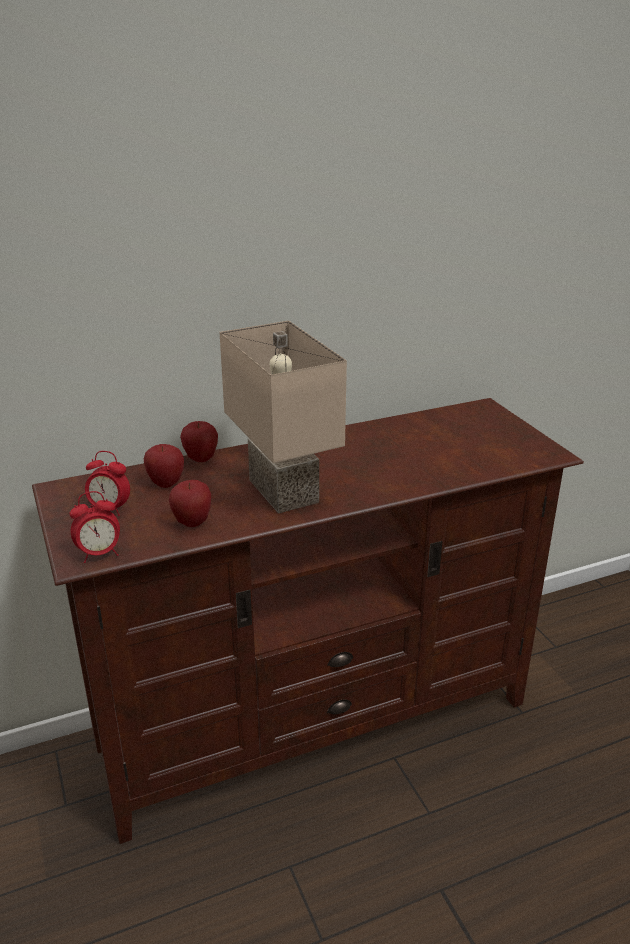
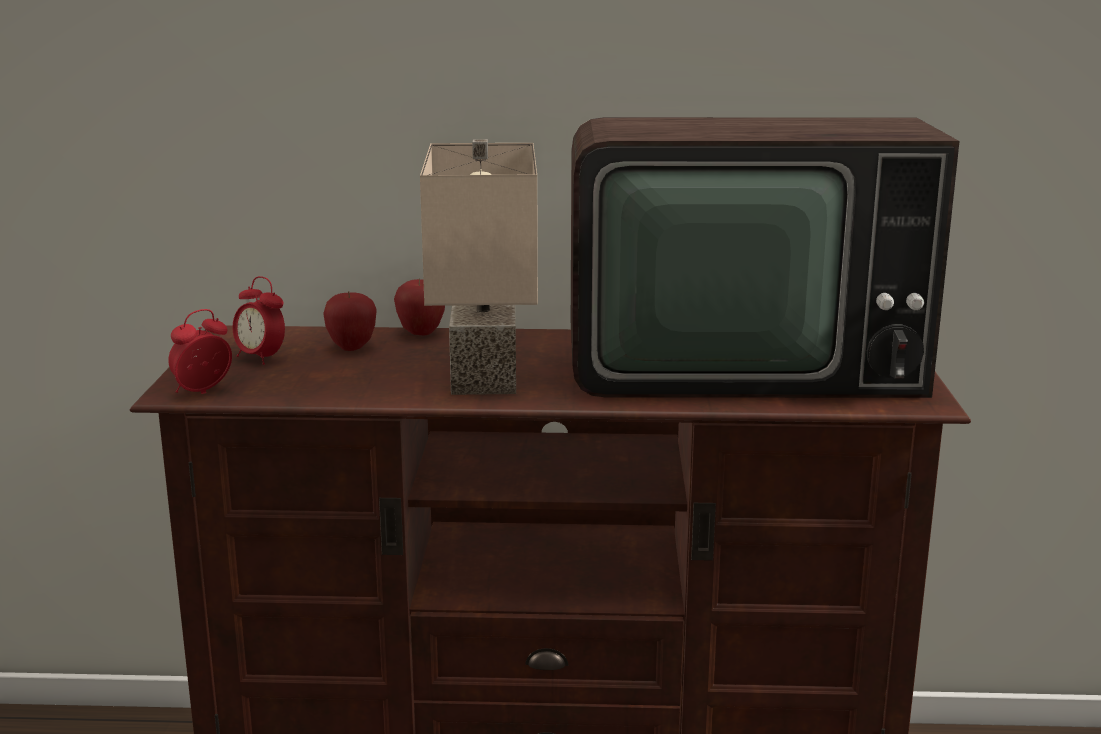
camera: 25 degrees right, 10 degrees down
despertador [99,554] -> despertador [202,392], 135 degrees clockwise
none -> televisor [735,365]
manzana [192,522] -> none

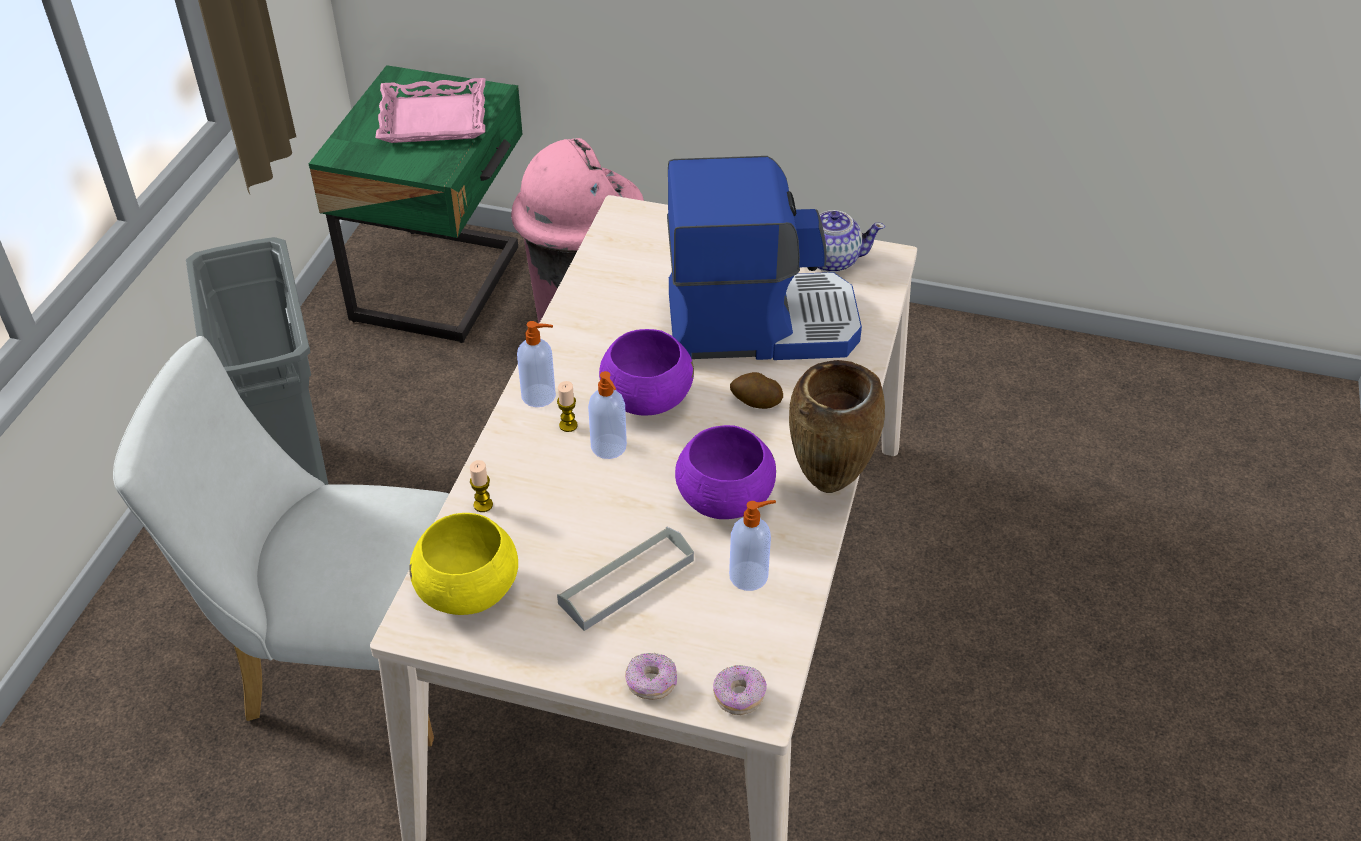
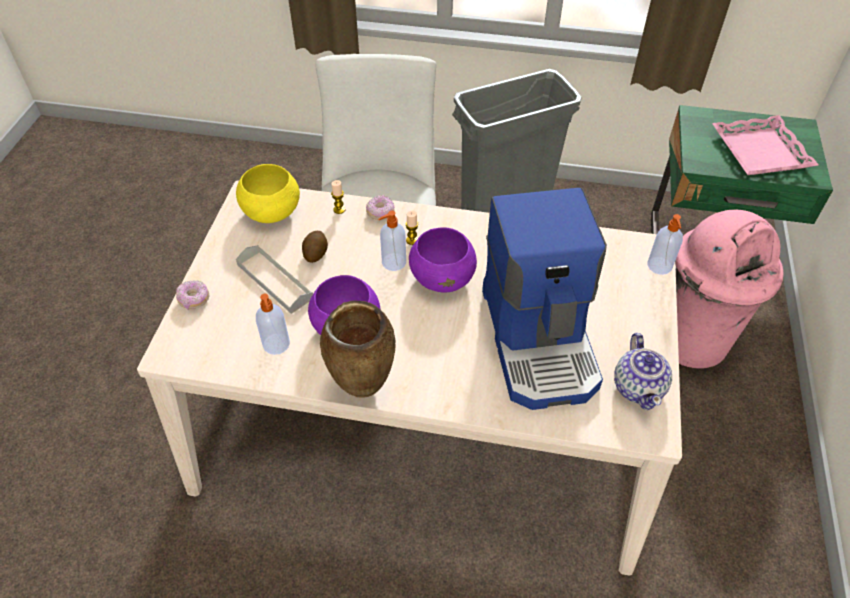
camera: 85 degrees right, 5 degrees up
patata [755,402] -> patata [315,253], shifted
rosquilla [739,696] -> rosquilla [380,213], shifted
dispensador de jabón [540,396] -> dispensador de jabón [659,266], shifted

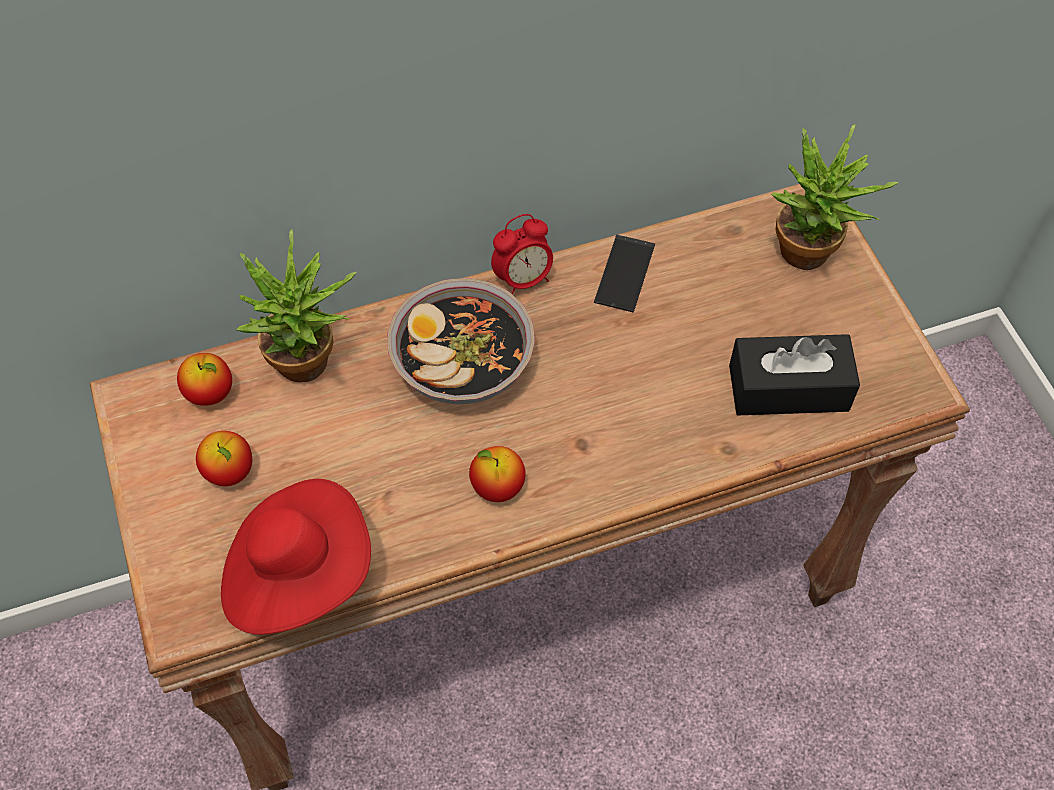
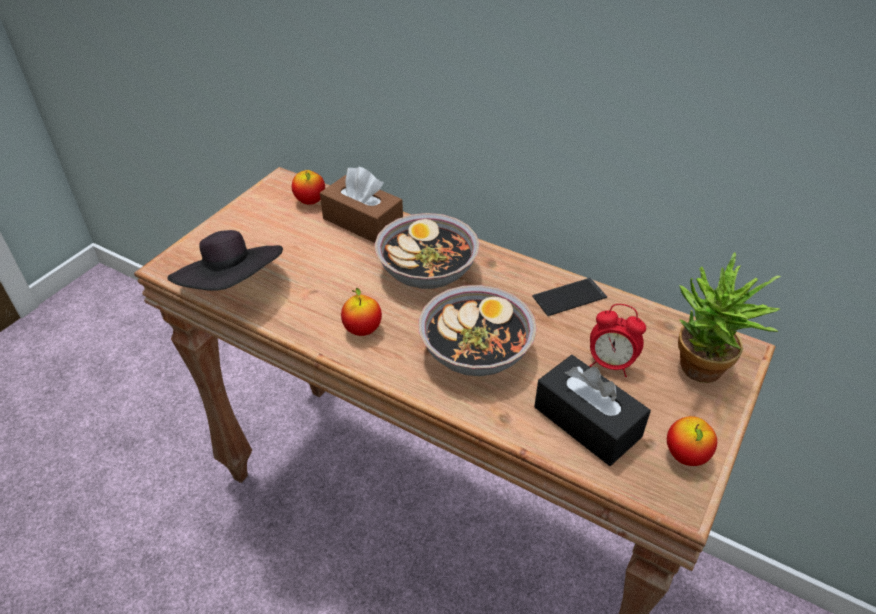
camera: 50 degrees right, 15 degrees down
sombrero/rojo [298,573] -> sombrero/negro [234,287]
planta en maceta [311,367] -> caja de pañuelos/marrón [363,222]
none -> cuenco [475,351]
despertador [523,280] -> despertador [610,364], shifted
manzana [230,472] -> manzana [685,456], shifted

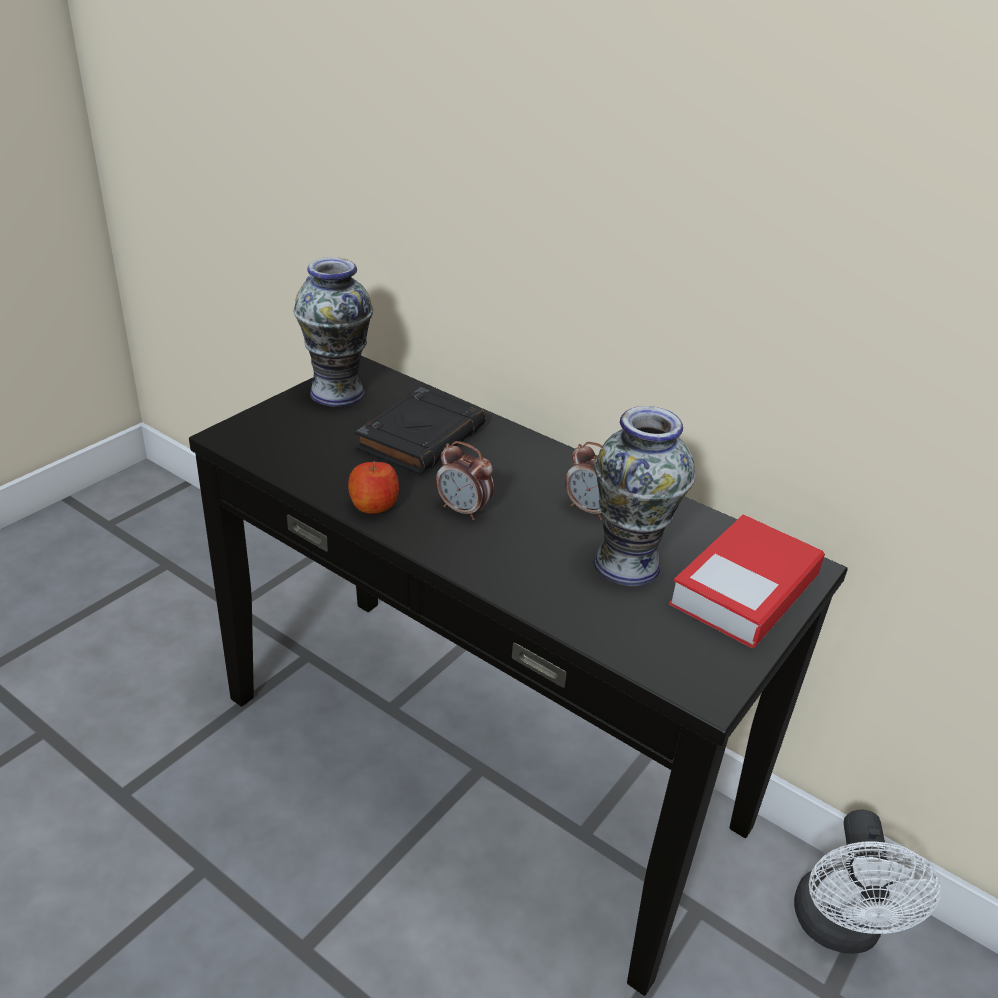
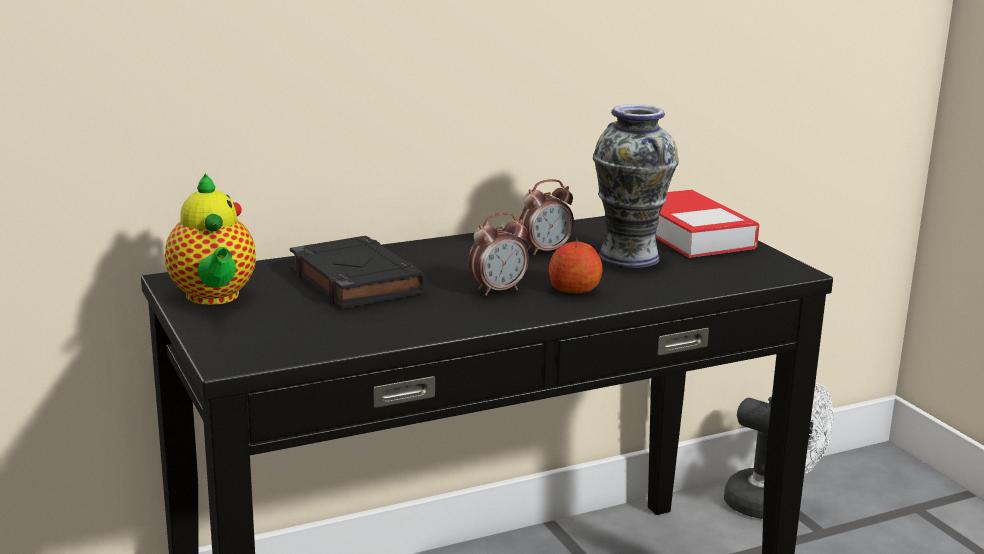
camera: 60 degrees left, 15 degrees down
florero [338,393] -> tetera [214,297]
manzana [373,505] -> manzana [574,289], shifted

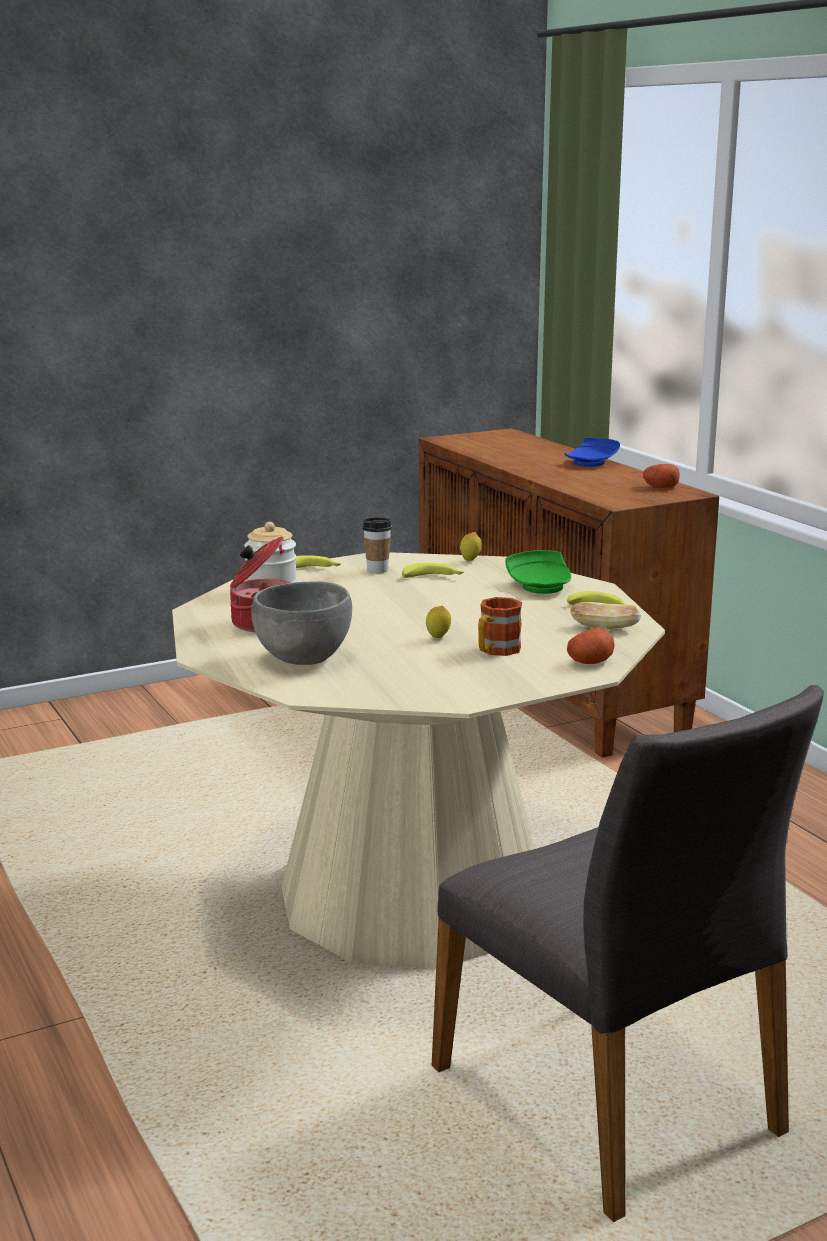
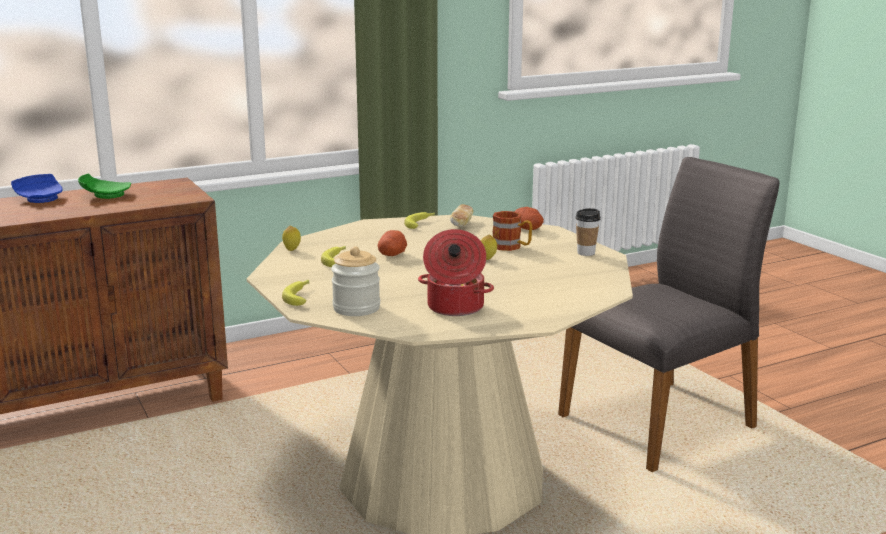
camera: 90 degrees left, 0 degrees up
plato/verde [541,586] -> plato/verde [105,195], shifted
patata [660,487] -> patata [392,255], shifted
taza [377,570] -> taza [586,253], shifted
cuenco/gris [303,658] -> none

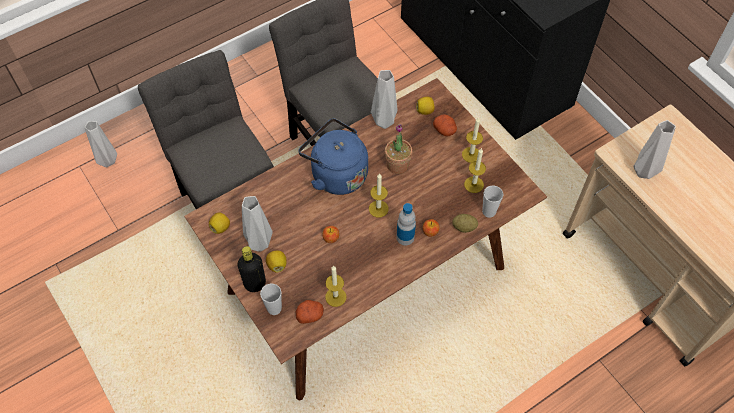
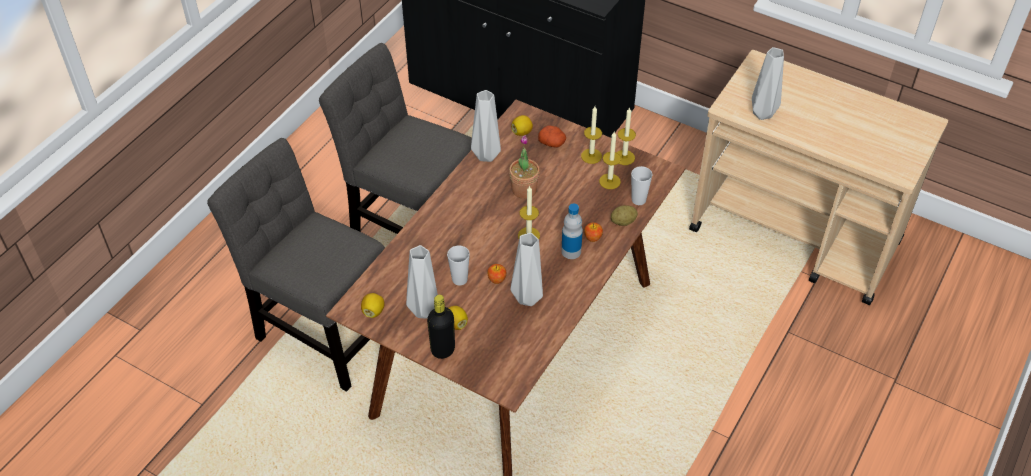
camera: 25 degrees left, 10 degrees down
taza [274,308] -> taza [459,279], shifted
florero/gris [107,161] -> florero/gris [526,298], shifted
vela [335,297] -> vela [624,157], shifted
patata [310,314] -> none
hervidor/azul [336,174] -> none

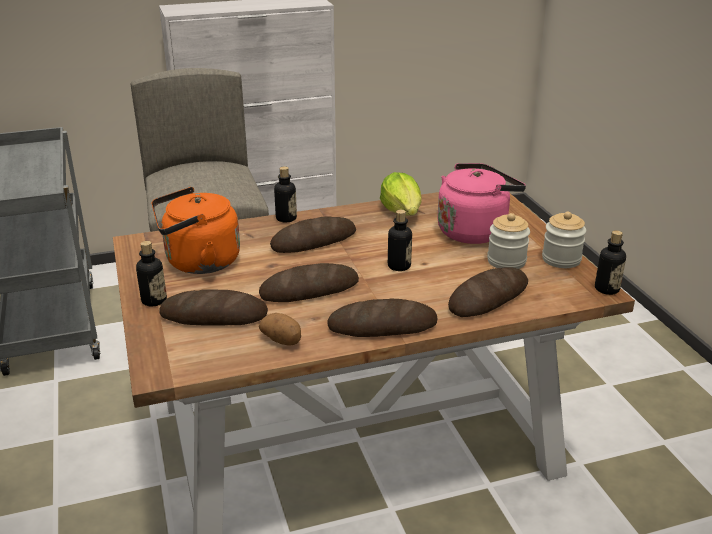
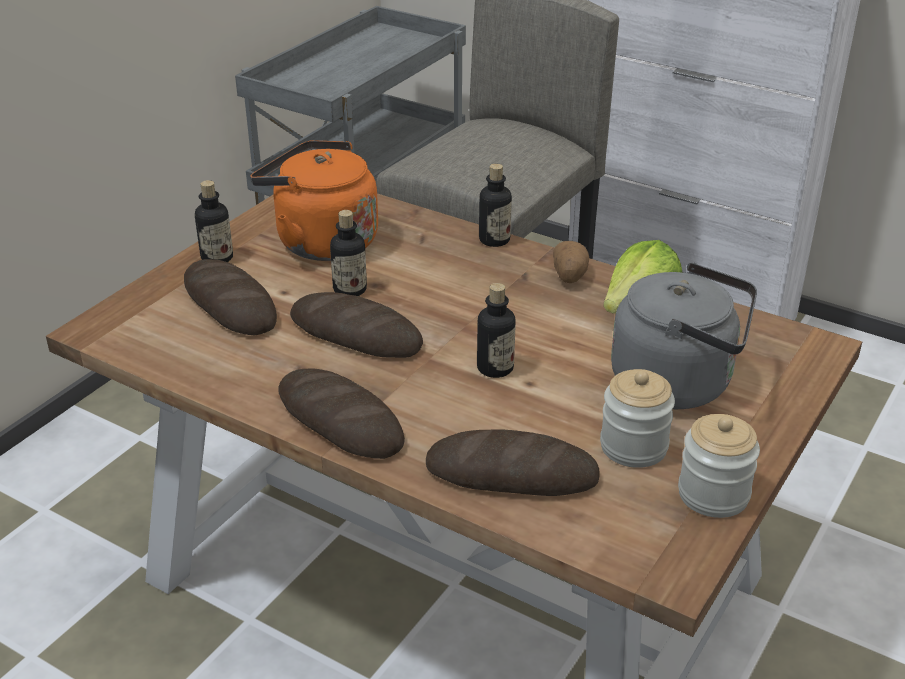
camera: 50 degrees right, 5 degrees up
botella [607,289] -> botella [350,290], shifted
patata [282,340] -> patata [569,276], shifted
hervidor/rosa [474,231] -> hervidor/gris [679,383]
pan [314,241] -> none

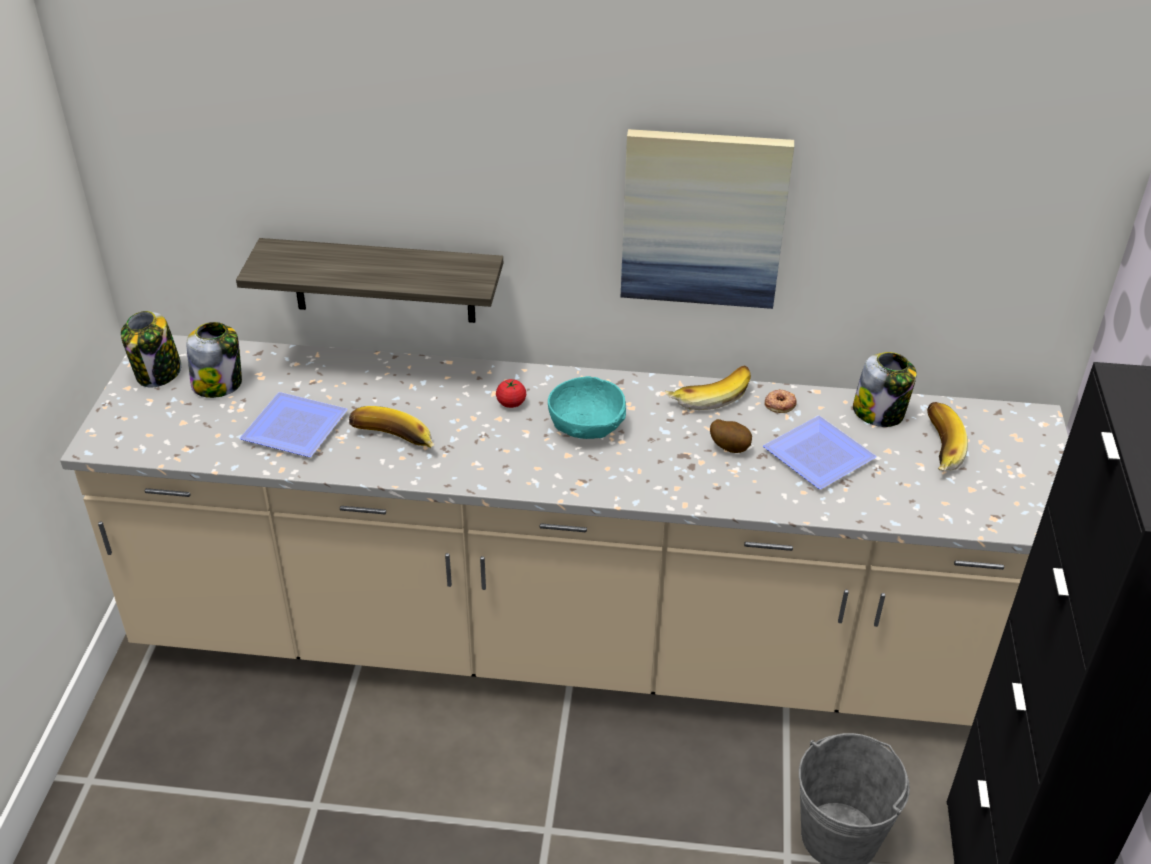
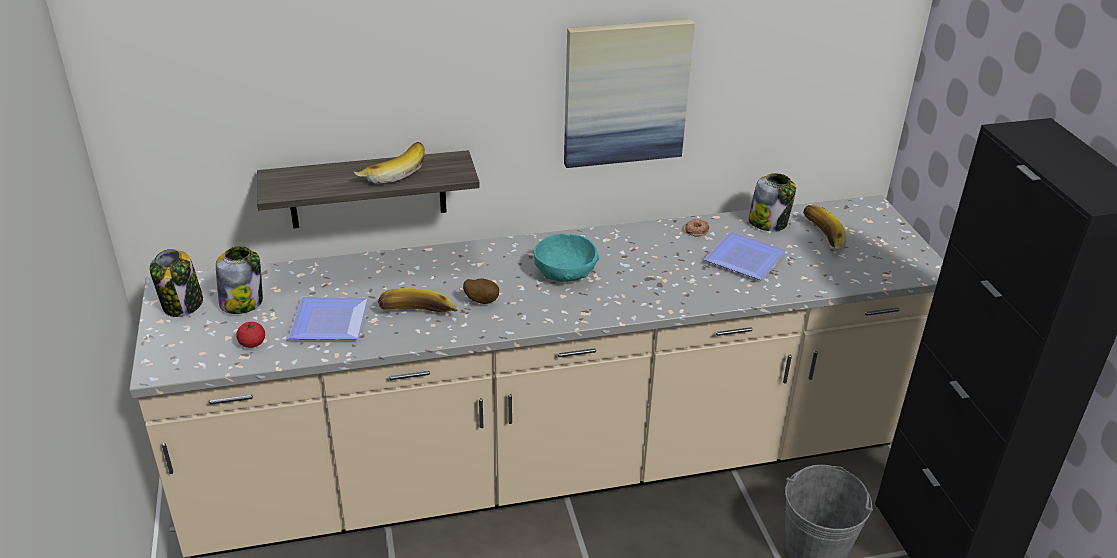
camera: 20 degrees left, 5 degrees down
tomate [511,403] -> tomate [252,343], shifted
plátano [708,395] -> plátano [392,172], shifted
patata [730,447] -> patata [482,301], shifted

